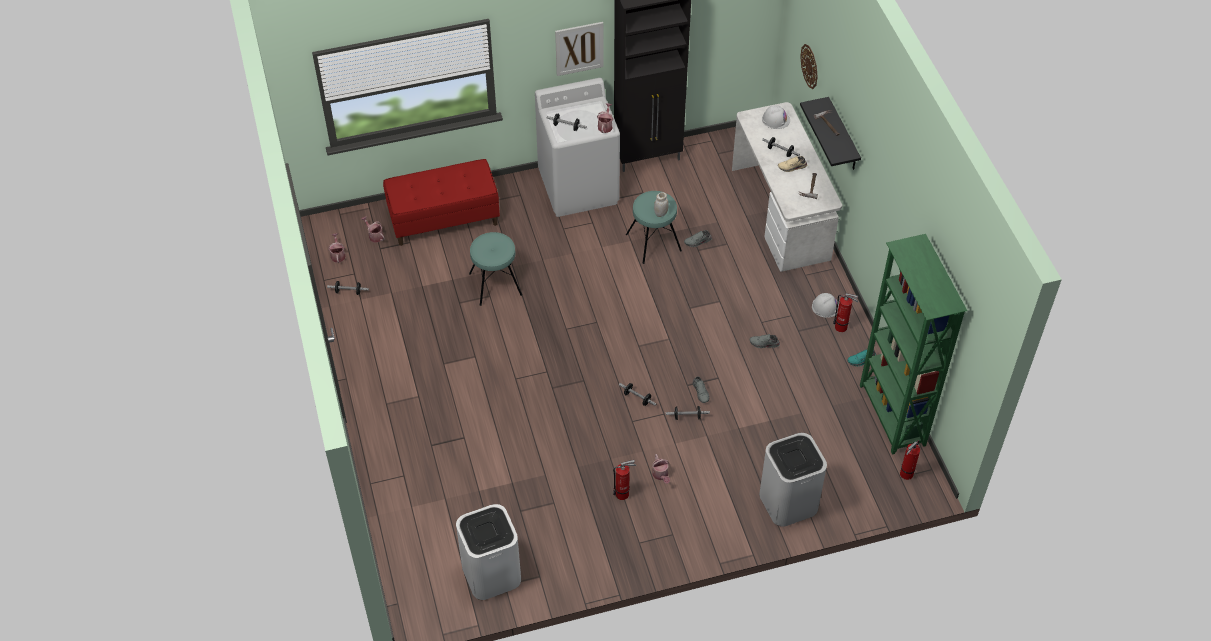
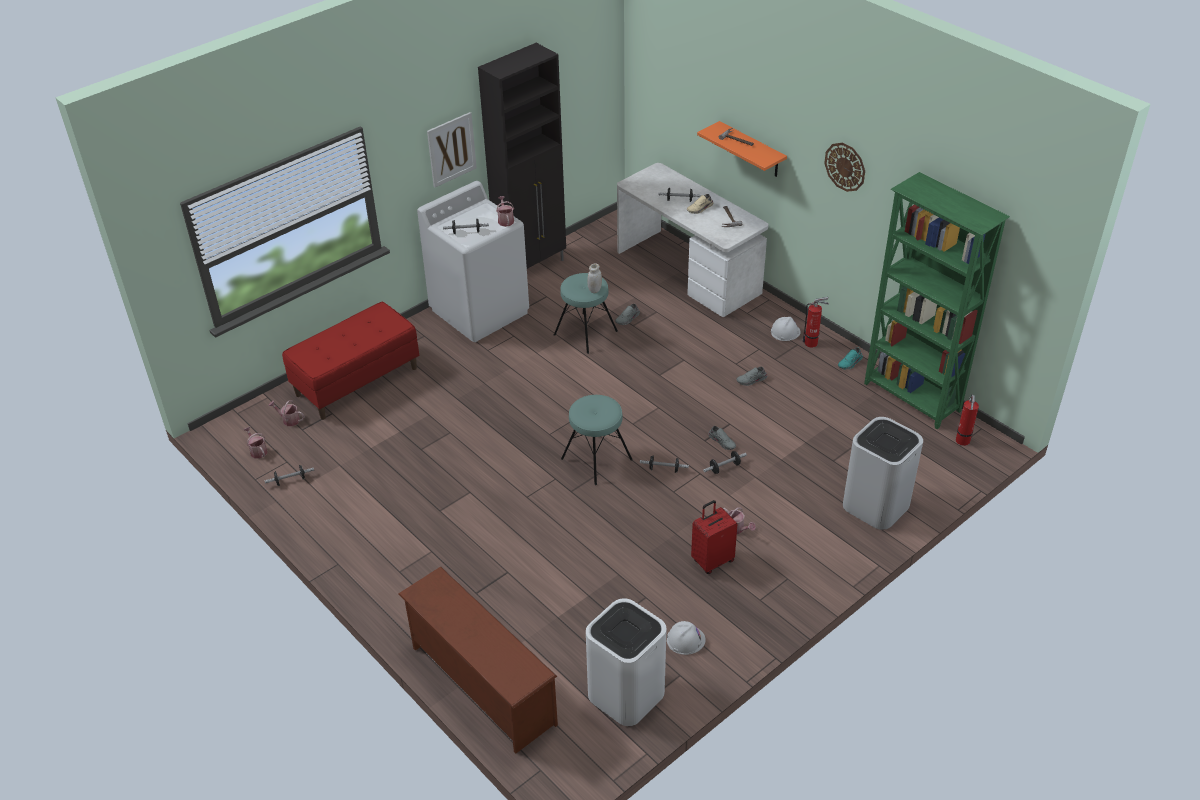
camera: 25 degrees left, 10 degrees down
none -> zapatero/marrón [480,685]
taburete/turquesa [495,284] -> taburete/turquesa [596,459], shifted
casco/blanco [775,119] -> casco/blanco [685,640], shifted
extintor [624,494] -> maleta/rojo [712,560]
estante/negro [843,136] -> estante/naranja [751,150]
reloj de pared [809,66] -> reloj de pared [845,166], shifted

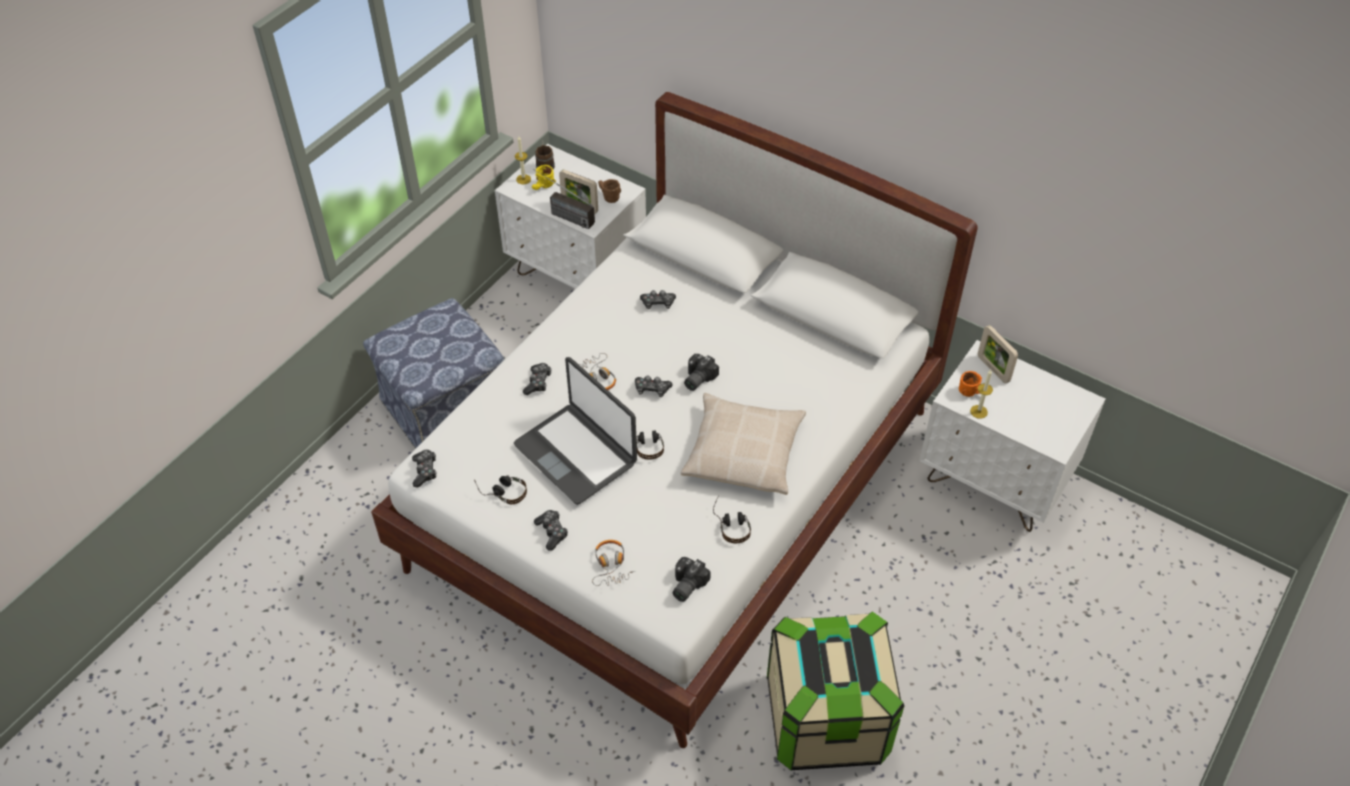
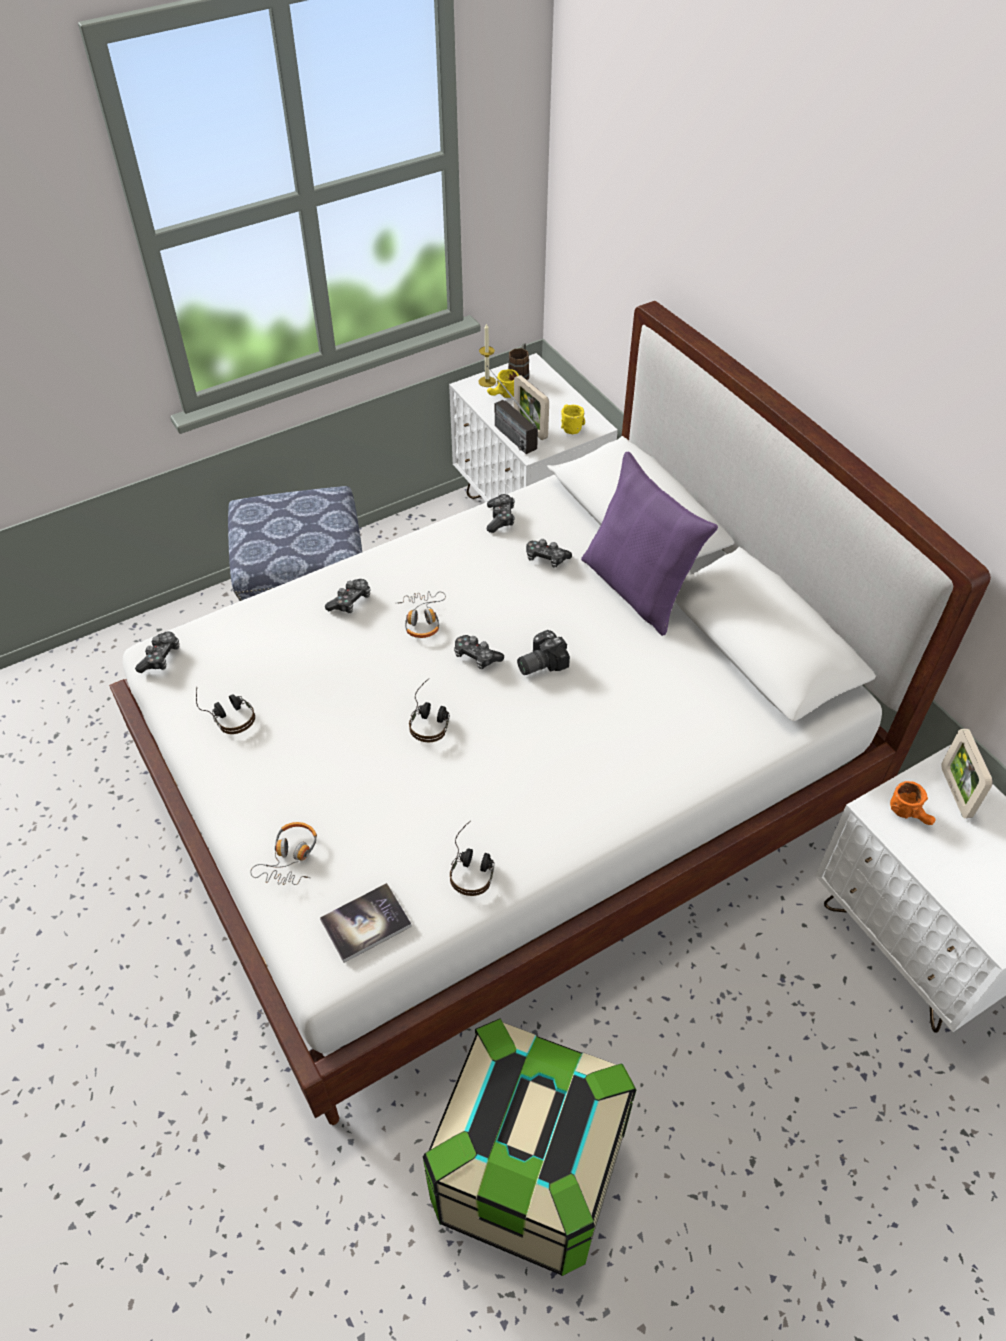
camera: 25 degrees right, 0 degrees up
cámara [686,585] -> libro [366,923]
mando de consola [552,532] -> mando de consola [500,518], shifted
taza grande/marrón [607,196] -> taza grande/amarillo [568,425]
none -> cojín/morado [638,588]
portátil [576,454] -> none
cojín/beis [743,452] -> none
vela [978,411] -> none

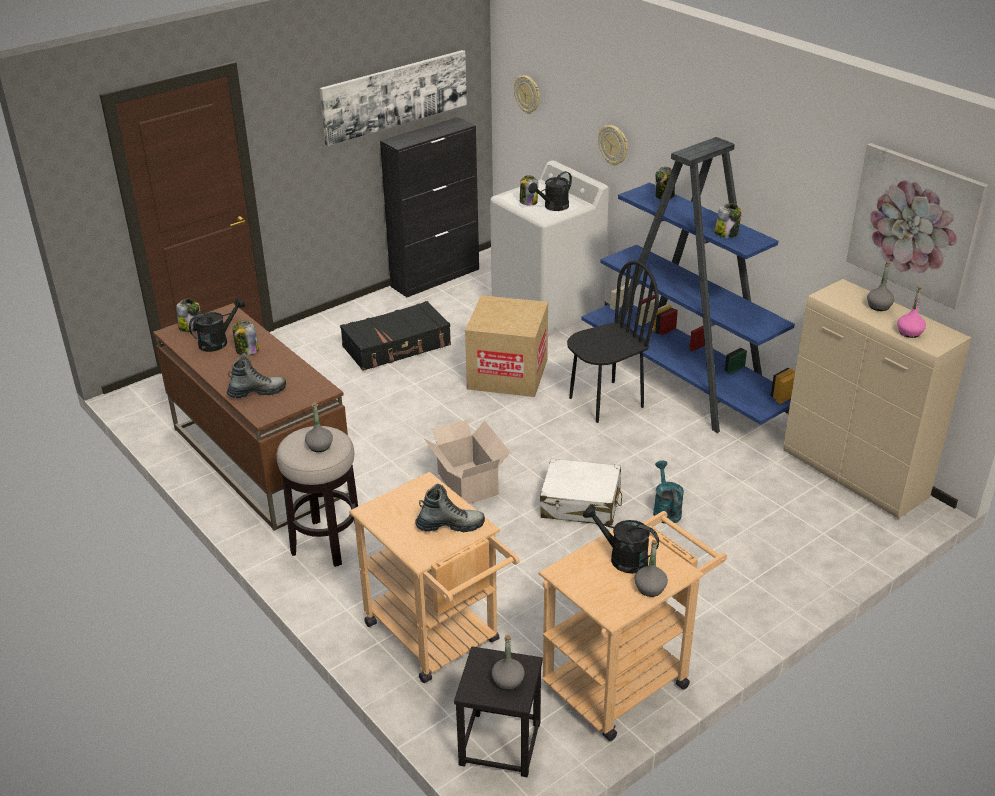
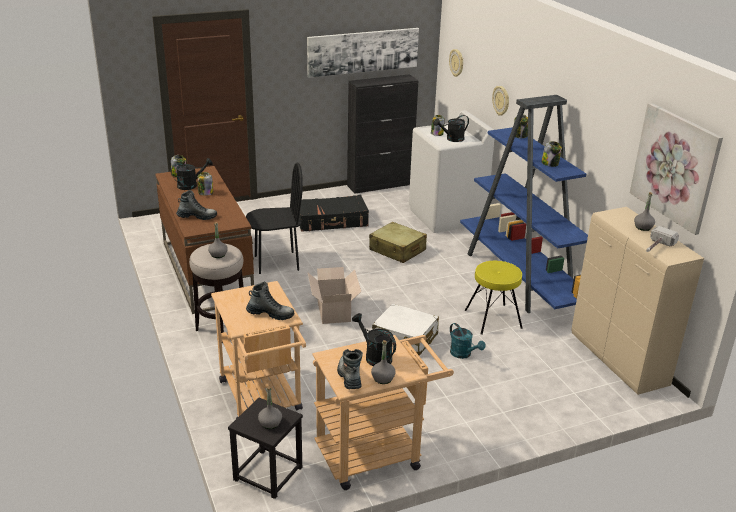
camera: 15 degrees right, 5 degrees down
silla/negro [606,402] -> silla/negro [276,262], shifted
none -> bota [349,376]
caja de cartón [507,374] -> maleta/beis [397,250]
regadera/turquesa [665,510] -> regadera/turquesa [463,354], 135 degrees clockwise
none -> taburete/amarillo [493,319]
botella/rosa [909,332] -> martillo [656,247]

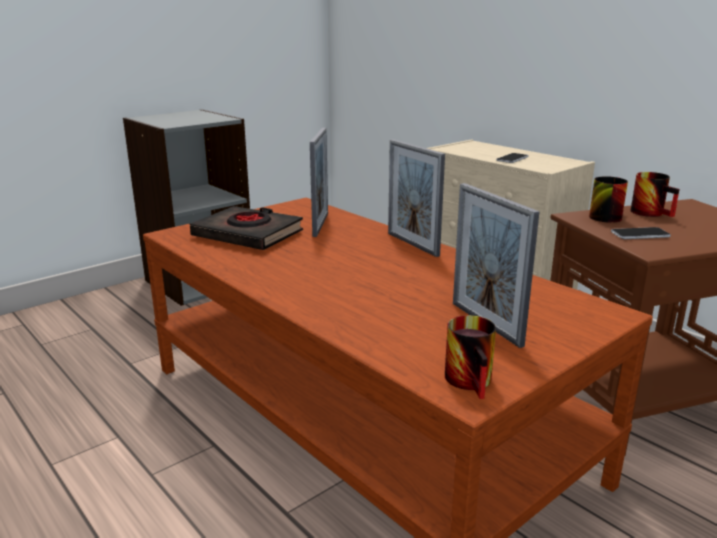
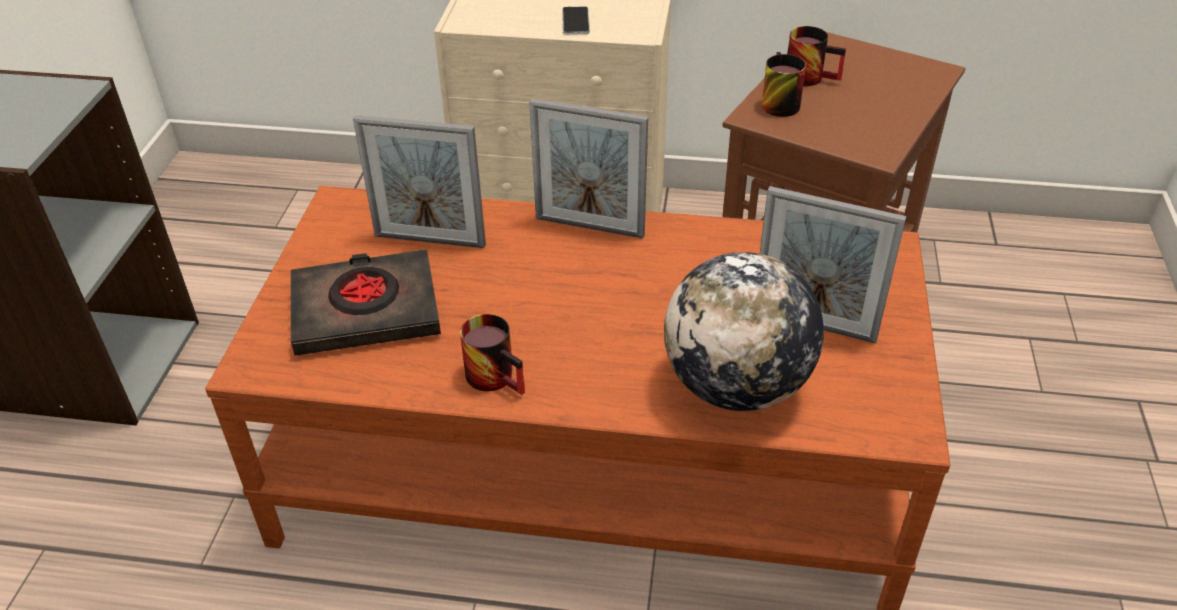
camera: 40 degrees left, 20 degrees up
portarretratos [320,224] -> portarretratos [430,240], 135 degrees clockwise
taza grande [474,381] -> taza grande [499,376], shifted
none -> globo terráqueo [736,386]
móvil [640,234] -> none

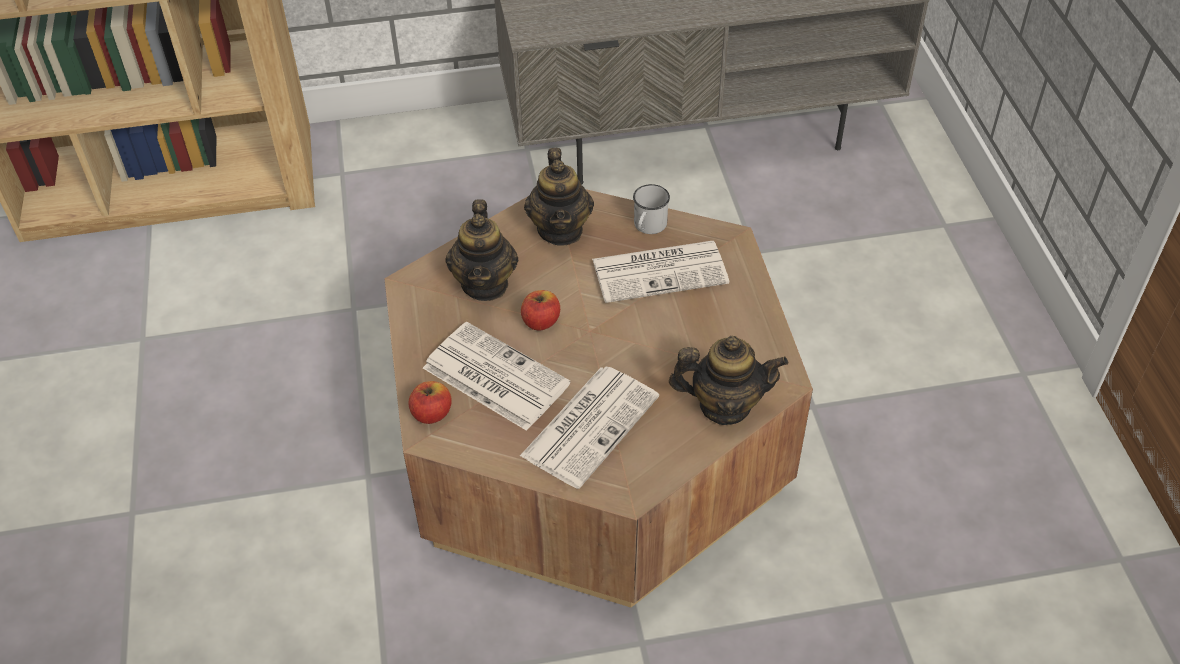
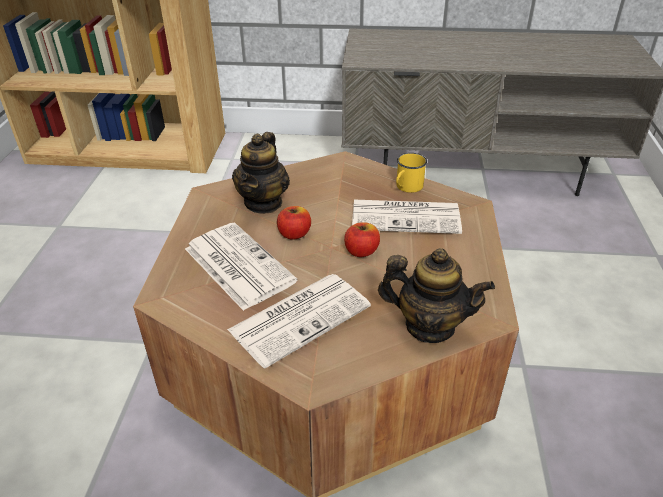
camera: 15 degrees right, 10 degrees down
manzana [431,413] -> manzana [361,251], shifted
taza grande/blanco [648,227] -> taza grande/amarillo [407,187]
tetera [560,230] -> none

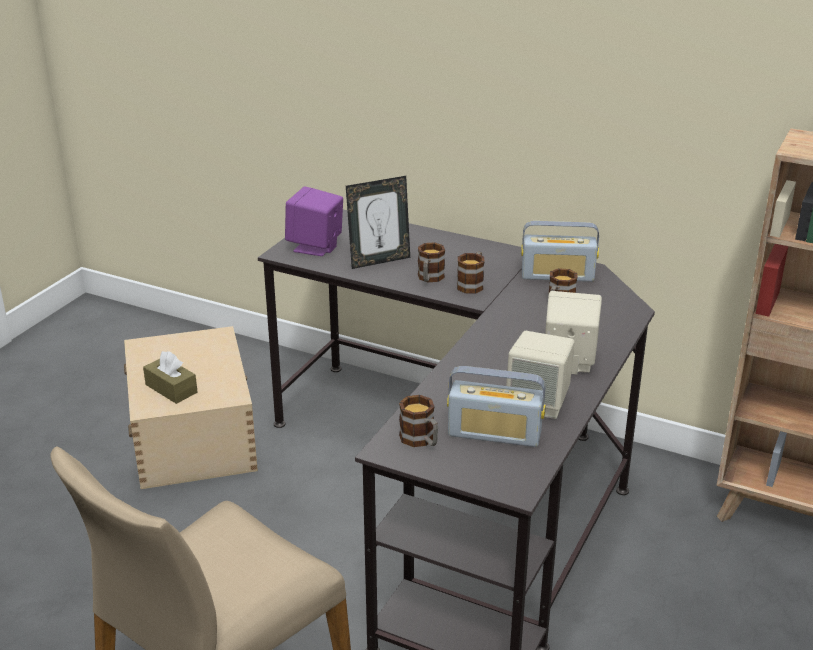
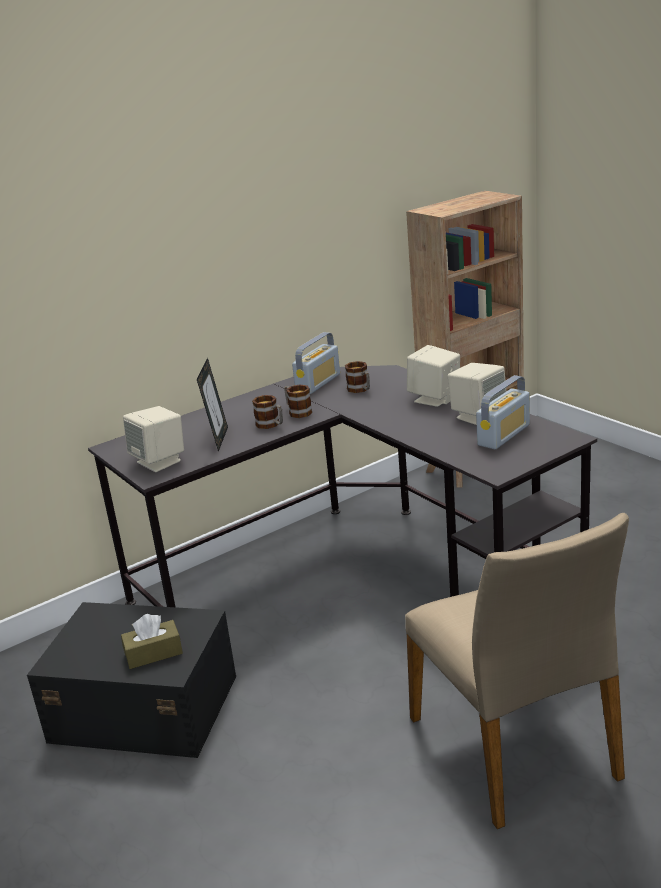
camera: 60 degrees left, 5 degrees down
caja de almacenaje/beis [193,434] -> caja de almacenaje/negro [143,707]
altavoz/morado [315,247] -> altavoz/beis [159,461]
taza grande [421,440] -> none

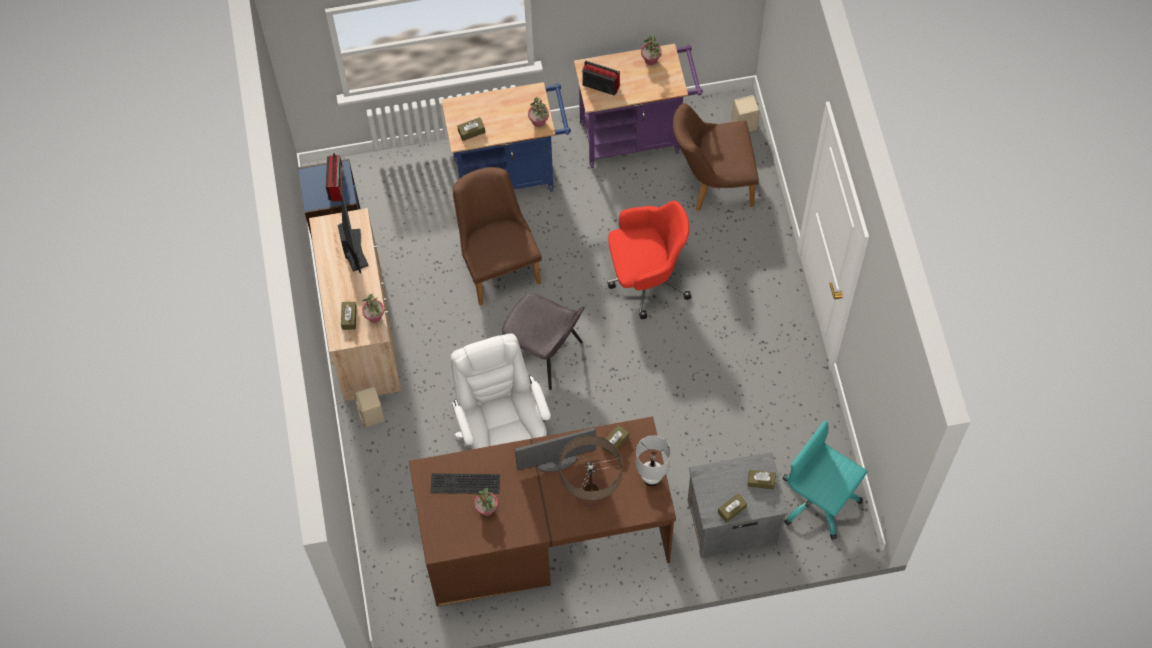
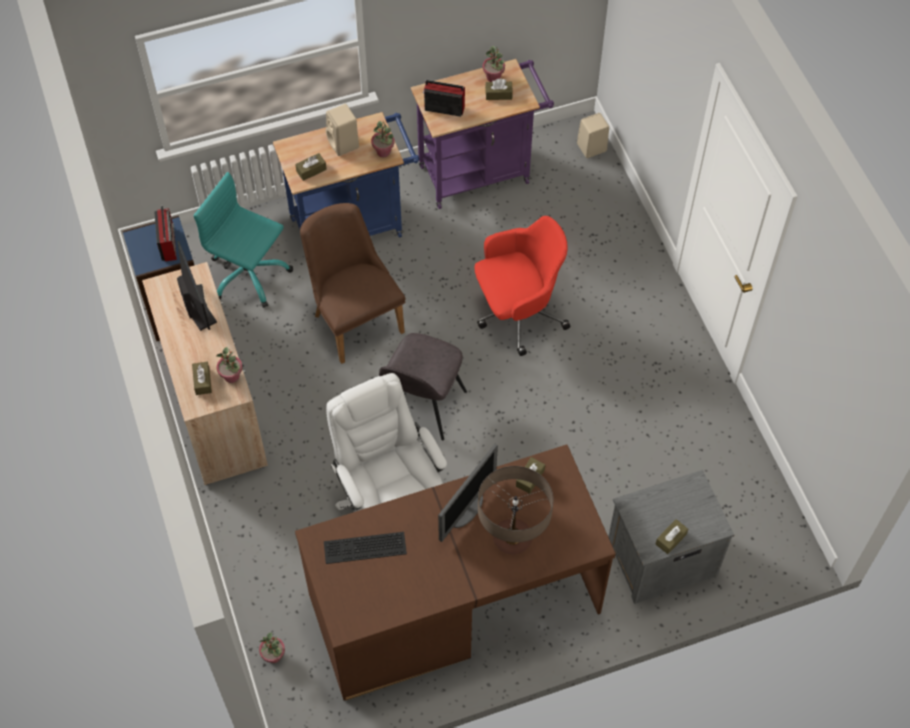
camera: 10 degrees left, 5 degrees down
silla de oficina/turquesa [818,501] -> silla de oficina/turquesa [249,275], shifted
planta en maceta [487,509] -> planta en maceta [274,656], shifted
altavoz/beis [372,415] -> altavoz/beis [344,144], shifted
silla/gris [545,354] -> silla/gris [422,406], 90 degrees clockwise
monitor [556,462] -> monitor [467,509], 150 degrees clockwise
caja de pañuelos/marrón [761,481] -> caja de pañuelos/marrón [498,94], shifted
lámpara de mesa/blanco [651,477] -> none
silla/marrón [712,183] -> none

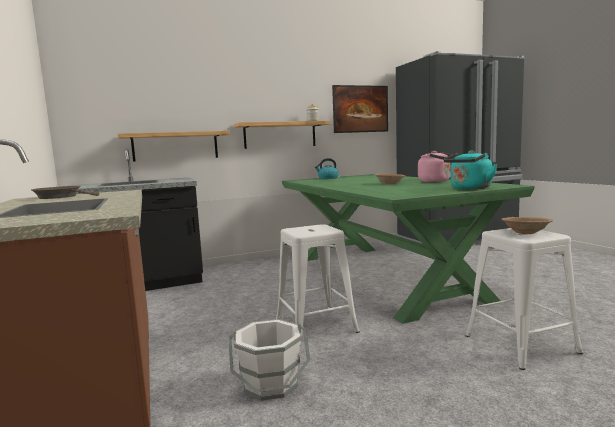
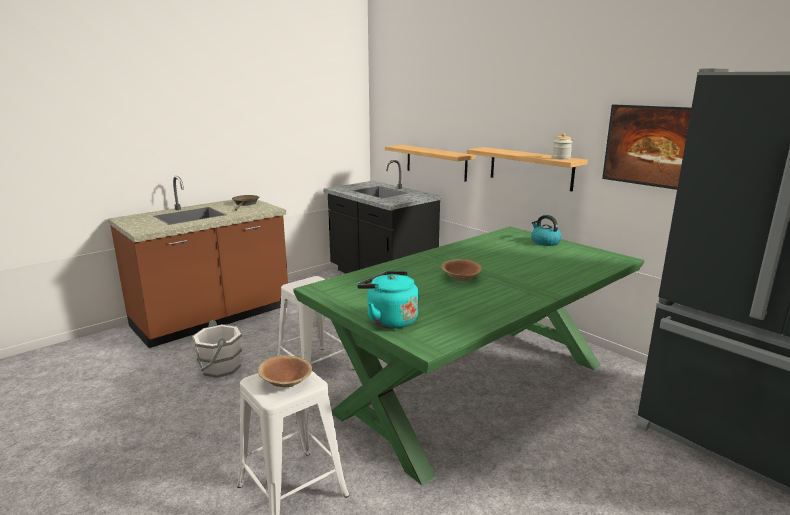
camera: 70 degrees right, 10 degrees up
hervidor/rosa [436,181] -> none

